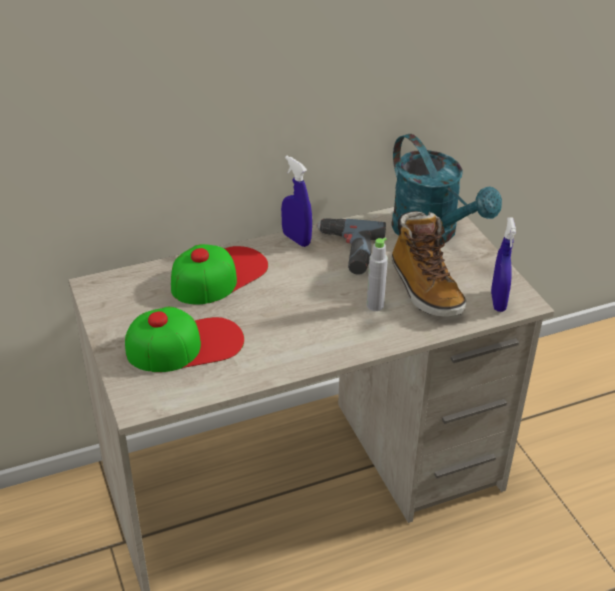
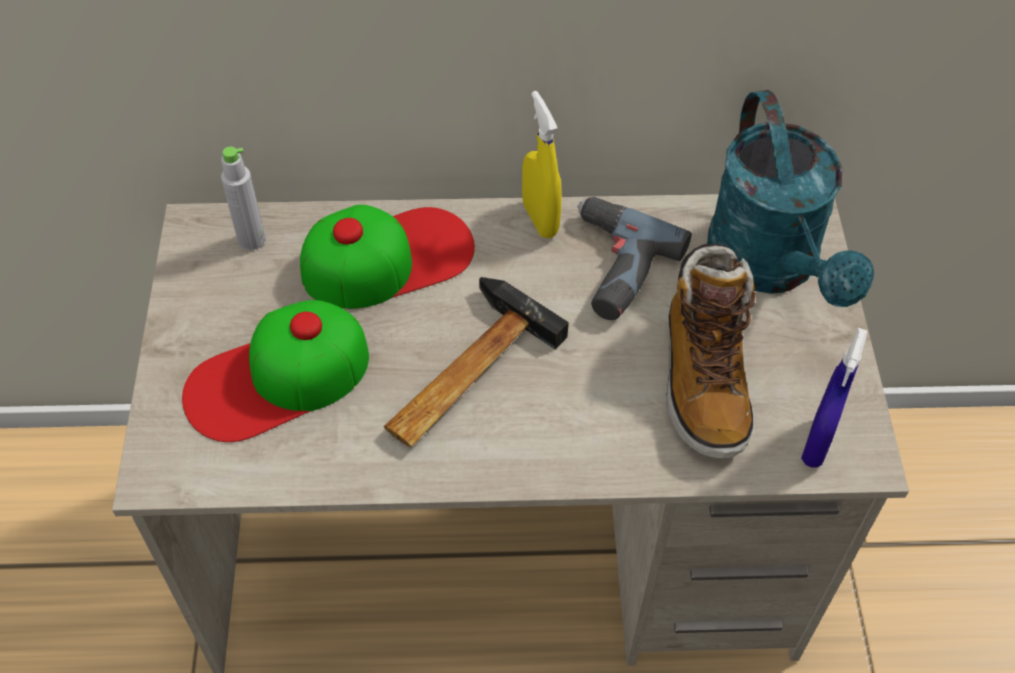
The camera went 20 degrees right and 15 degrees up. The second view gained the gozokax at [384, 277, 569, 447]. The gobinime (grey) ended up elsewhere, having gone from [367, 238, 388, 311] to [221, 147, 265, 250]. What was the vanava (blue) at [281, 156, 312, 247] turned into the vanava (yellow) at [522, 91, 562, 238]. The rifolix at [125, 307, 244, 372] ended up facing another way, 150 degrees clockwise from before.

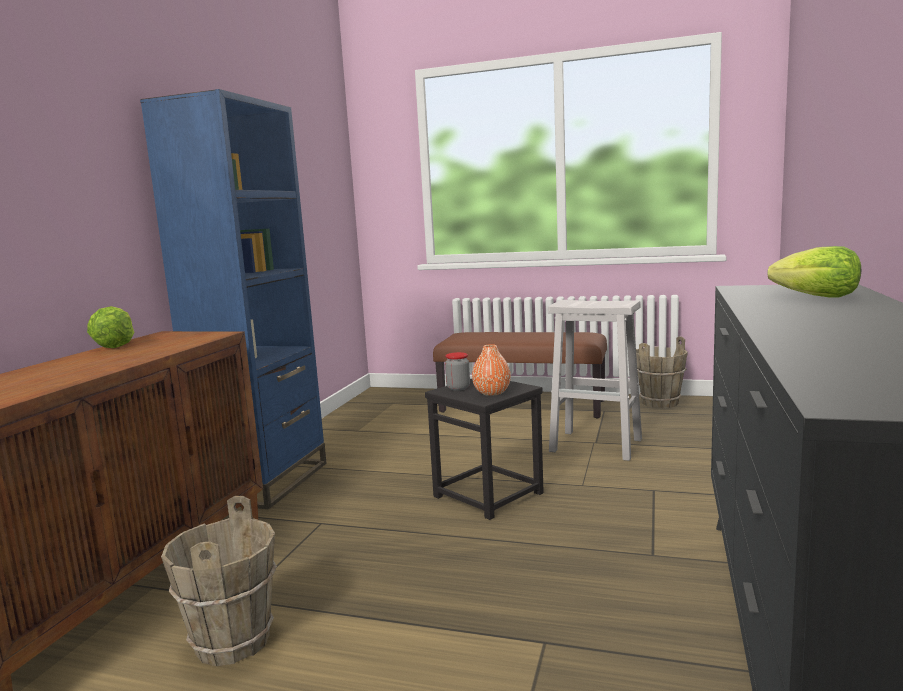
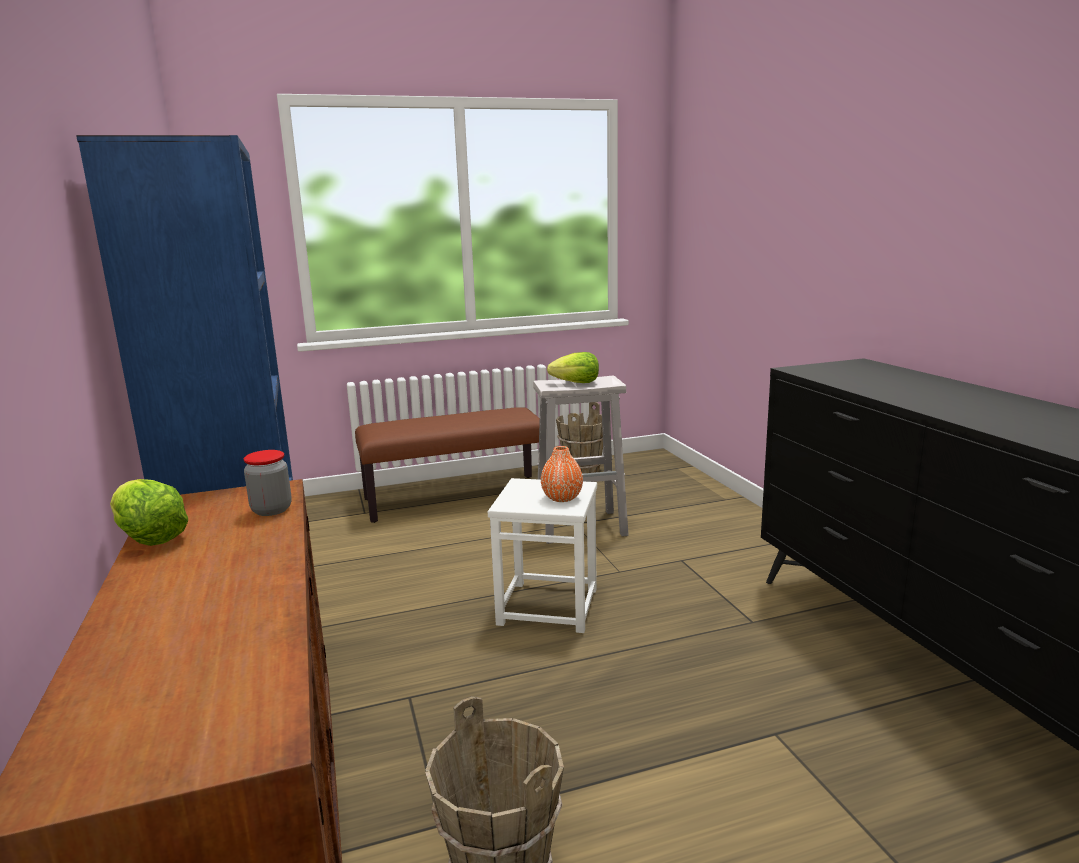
The camera went 35 degrees left and 5 degrees up. The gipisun ended up elsewhere, having gone from [445, 352, 470, 391] to [244, 450, 292, 516]. The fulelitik ended up elsewhere, having gone from [767, 246, 861, 298] to [547, 352, 599, 383]. What was the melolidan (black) at [425, 379, 544, 520] turned into the melolidan (white) at [488, 478, 597, 633].

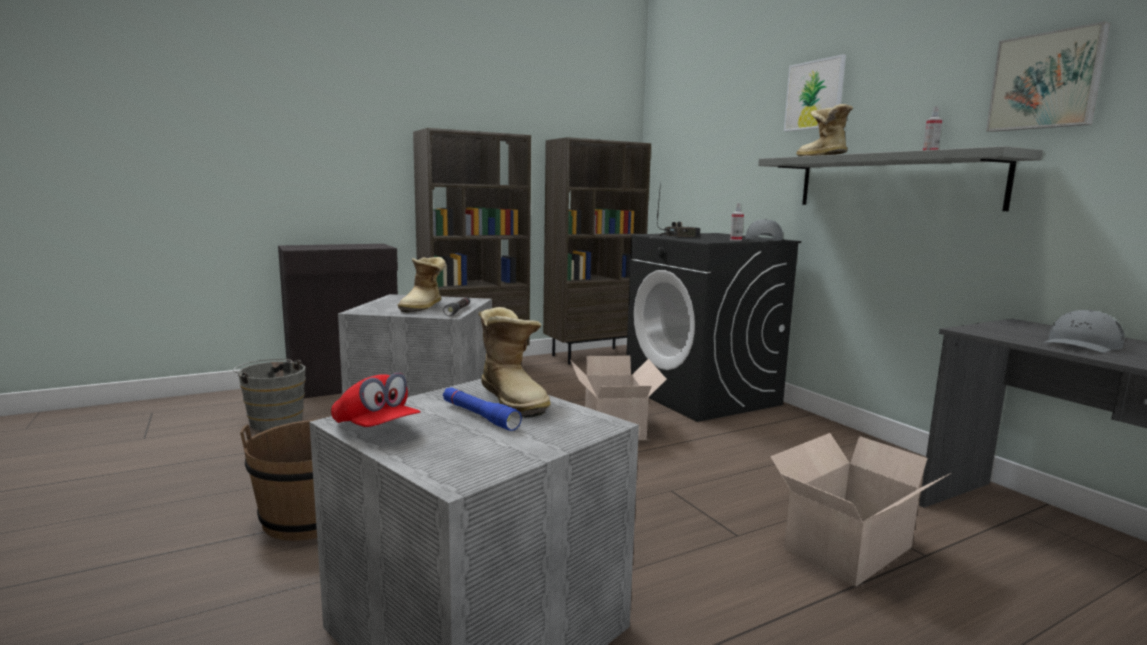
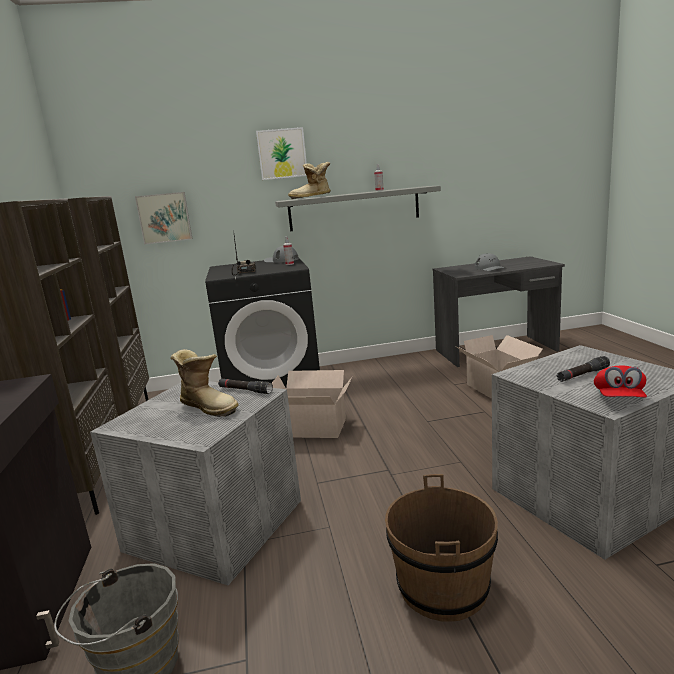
The camera went 70 degrees left and 5 degrees up. The second view lost the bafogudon at [478, 307, 551, 418]. The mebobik ended up elsewhere, having gone from [986, 21, 1110, 132] to [135, 192, 192, 244]. What was the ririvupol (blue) at [443, 387, 522, 431] turned into the ririvupol (black) at [557, 356, 610, 382]. The rifolix (red) at [331, 372, 421, 427] ended up facing another way, 135 degrees clockwise from before.

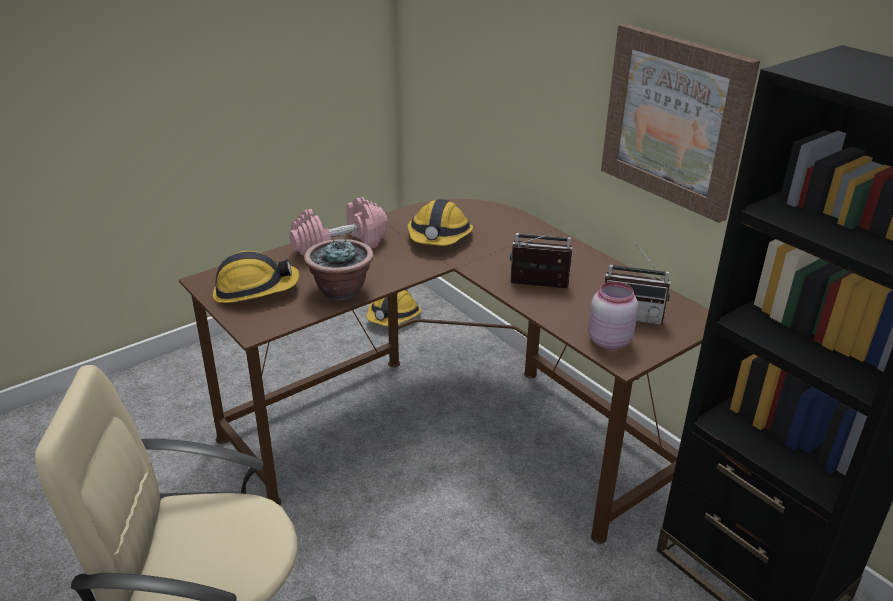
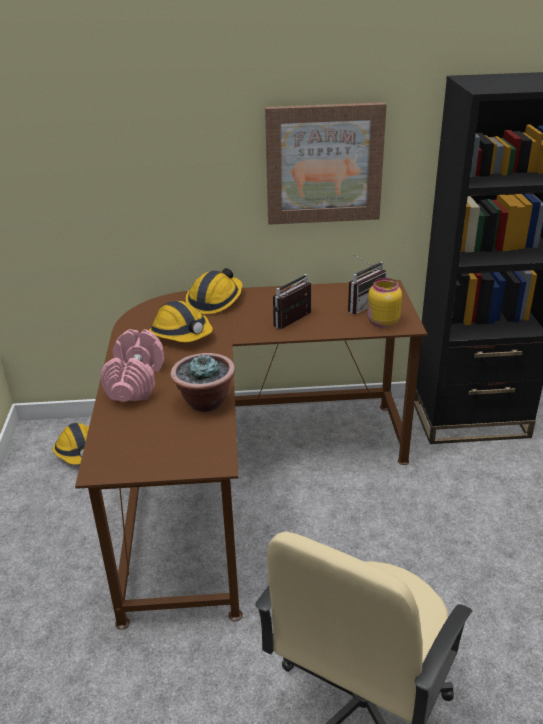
The camera went 55 degrees left and 0 degrees up. The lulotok ended up elsewhere, having gone from [213, 251, 299, 303] to [185, 268, 243, 314]. What was the gipisun (pink) at [588, 281, 638, 350] turned into the gipisun (yellow) at [367, 278, 402, 328].

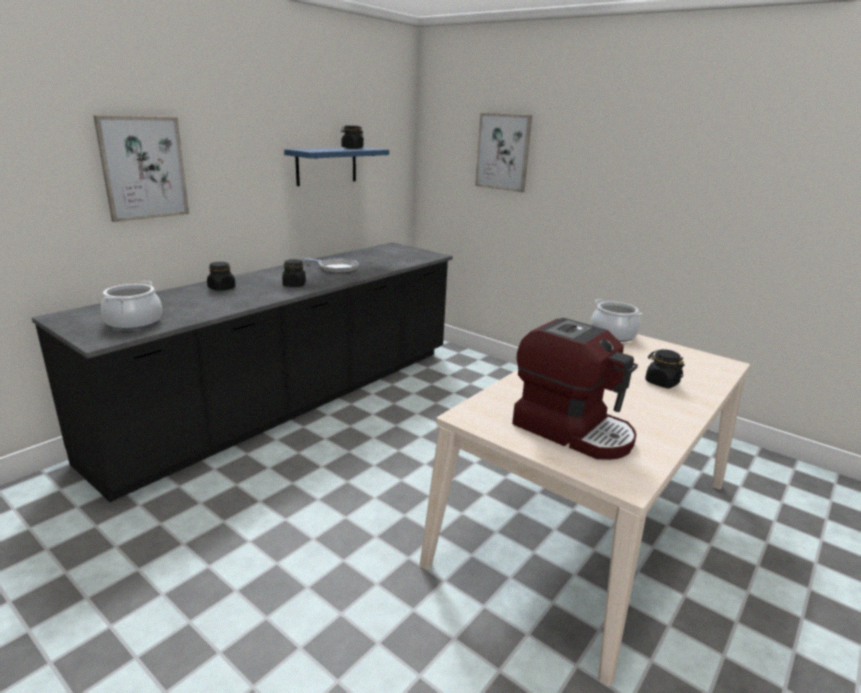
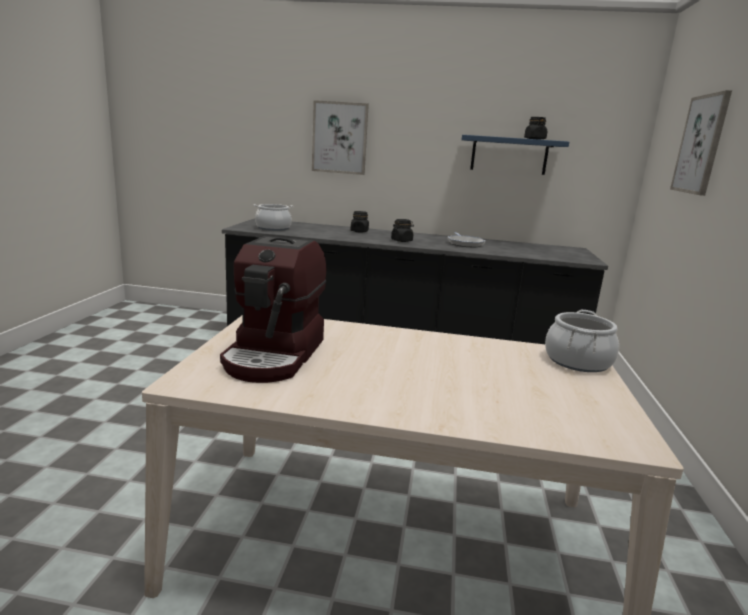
The camera went 60 degrees right and 5 degrees down. The second view lost the gipisun (black) at [645, 349, 685, 388].

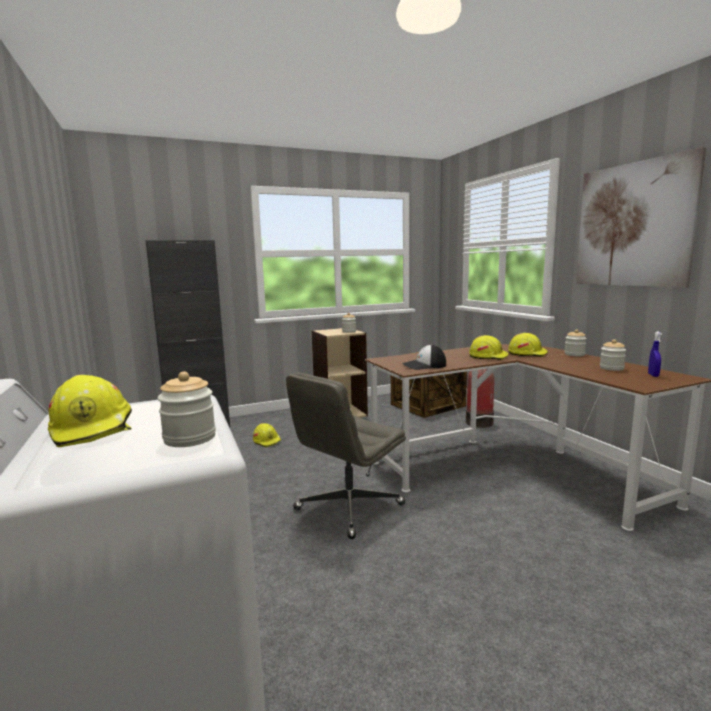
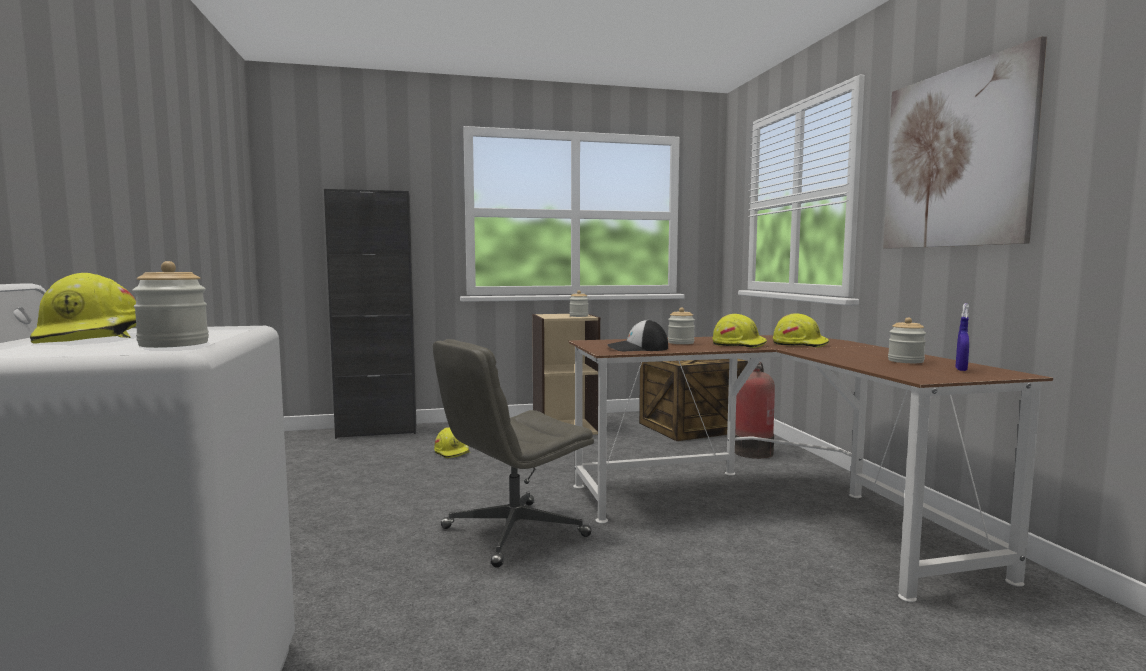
The camera went 10 degrees right and 5 degrees down. The gipisun ended up elsewhere, having gone from [565, 329, 587, 356] to [668, 307, 695, 344].

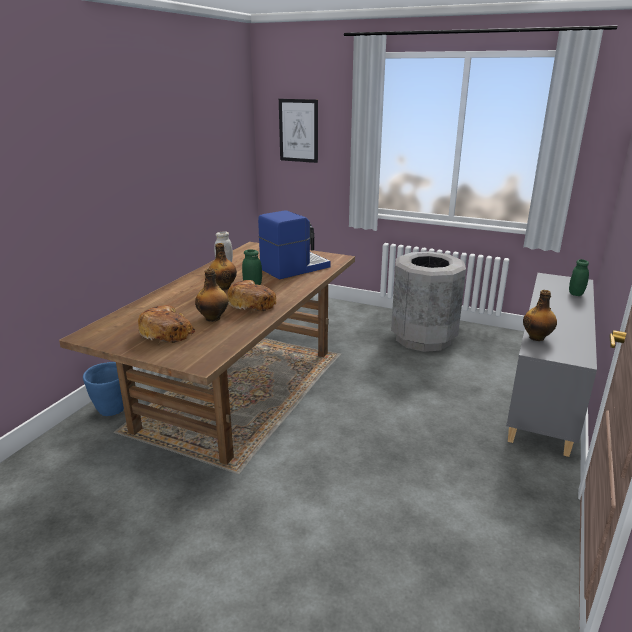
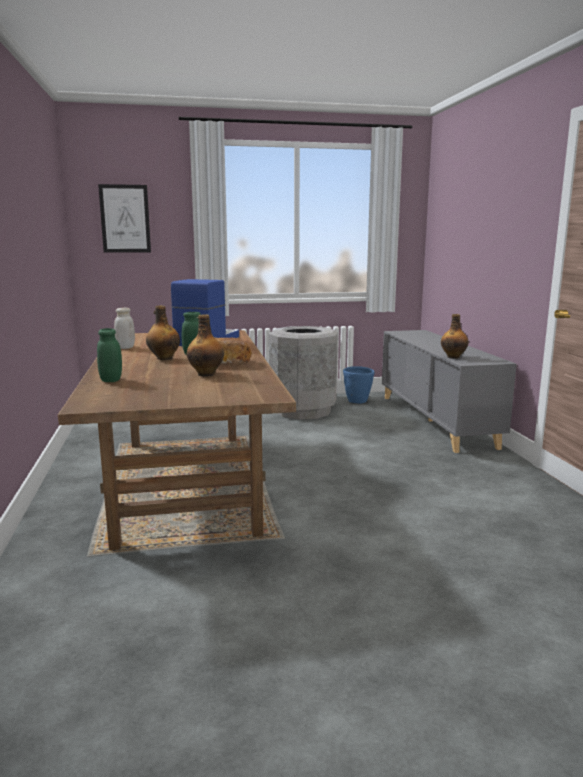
The camera went 35 degrees left and 10 degrees down. The second view lost the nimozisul at [138, 305, 195, 343]. The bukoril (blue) ended up elsewhere, having gone from [83, 362, 124, 416] to [343, 366, 374, 404]. The gipisun (green) ended up elsewhere, having gone from [569, 259, 589, 296] to [97, 328, 122, 382].

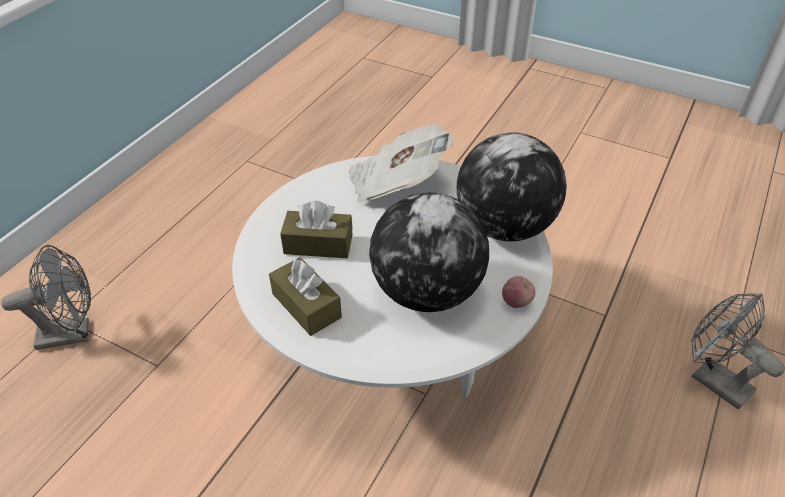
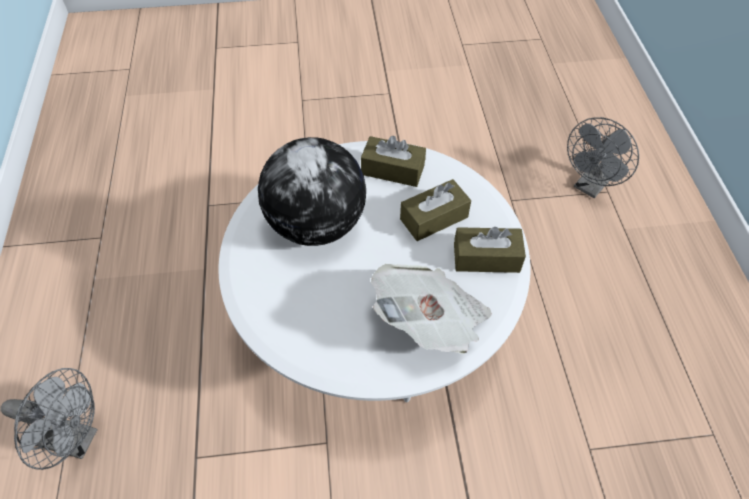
The camera went 145 degrees right and 10 degrees up. The second view lost the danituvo at [457, 132, 567, 242]. The second view lost the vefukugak at [502, 276, 535, 308]. The second view gained the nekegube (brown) at [454, 227, 526, 273].

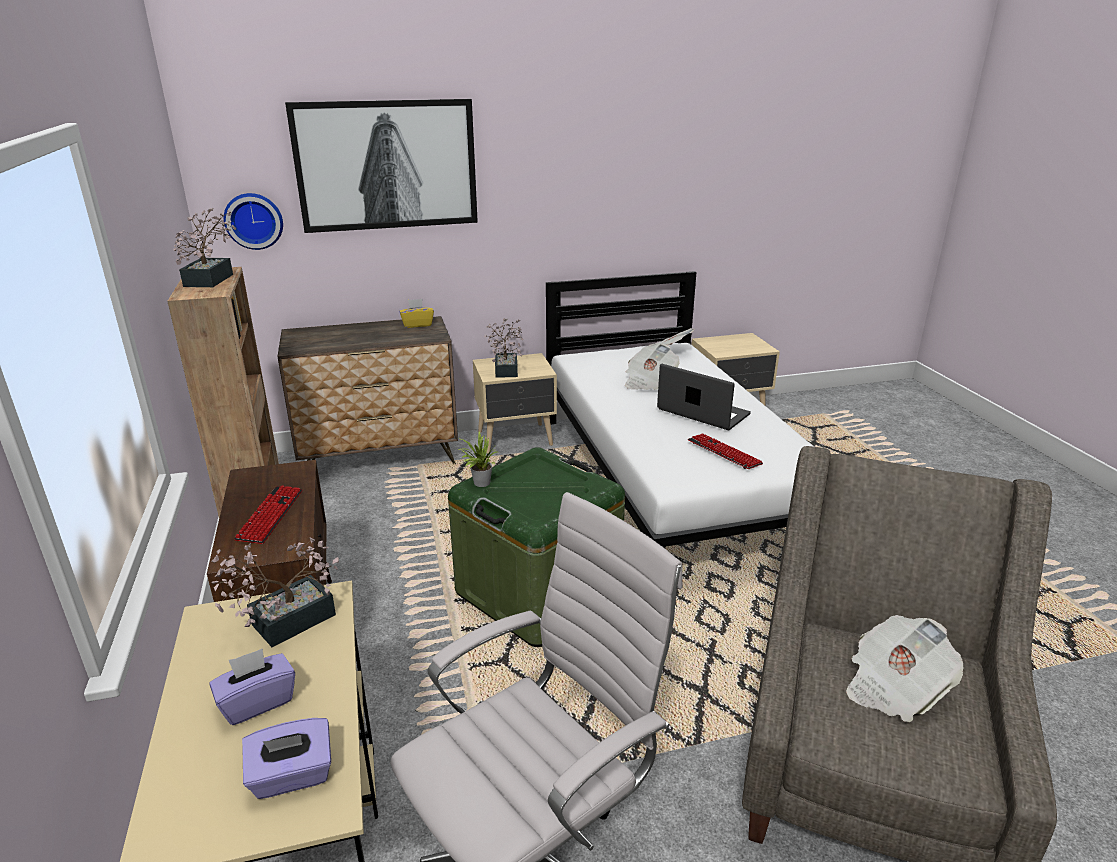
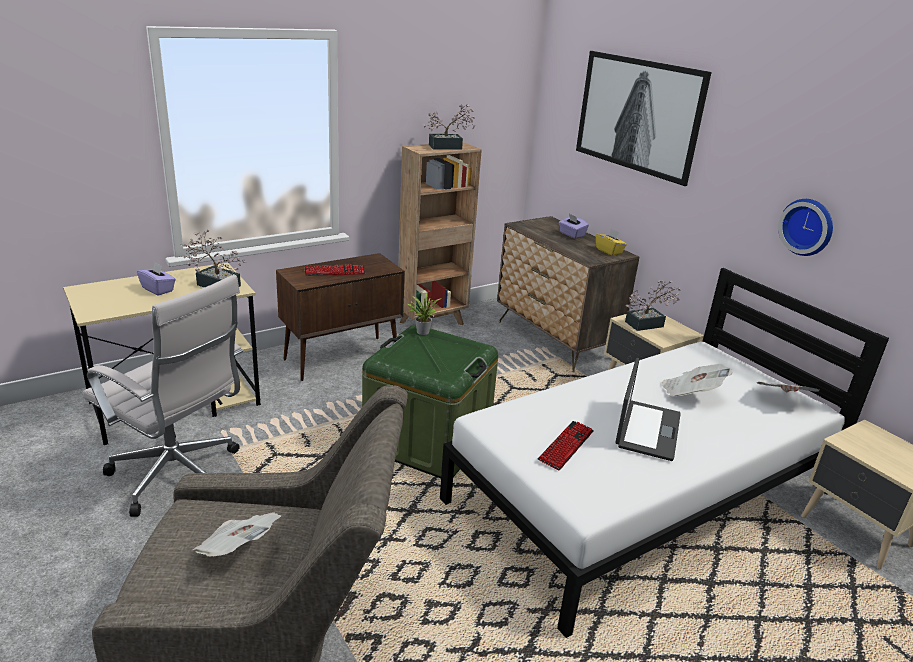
The camera went 70 degrees right and 0 degrees up. The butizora ended up elsewhere, having gone from [224, 193, 283, 250] to [778, 199, 833, 256]. The nekegube (purple) ended up elsewhere, having gone from [242, 718, 331, 799] to [559, 214, 589, 239].

